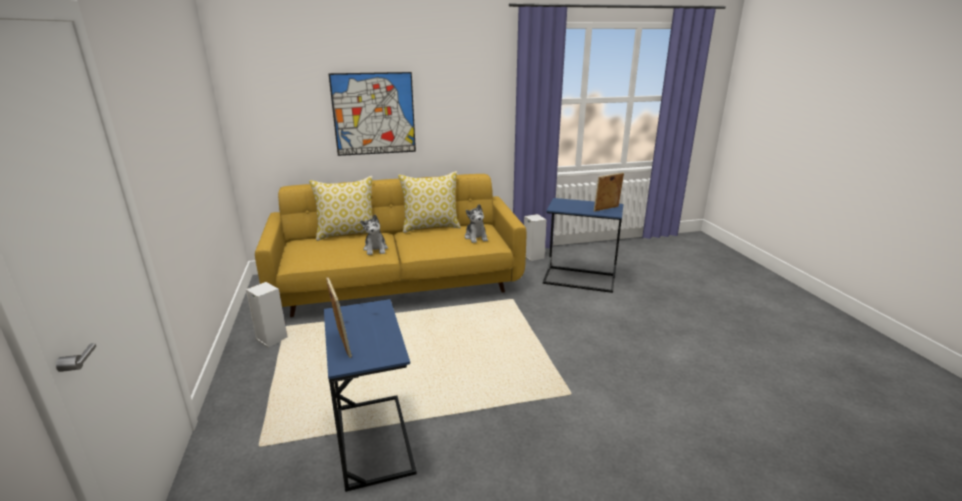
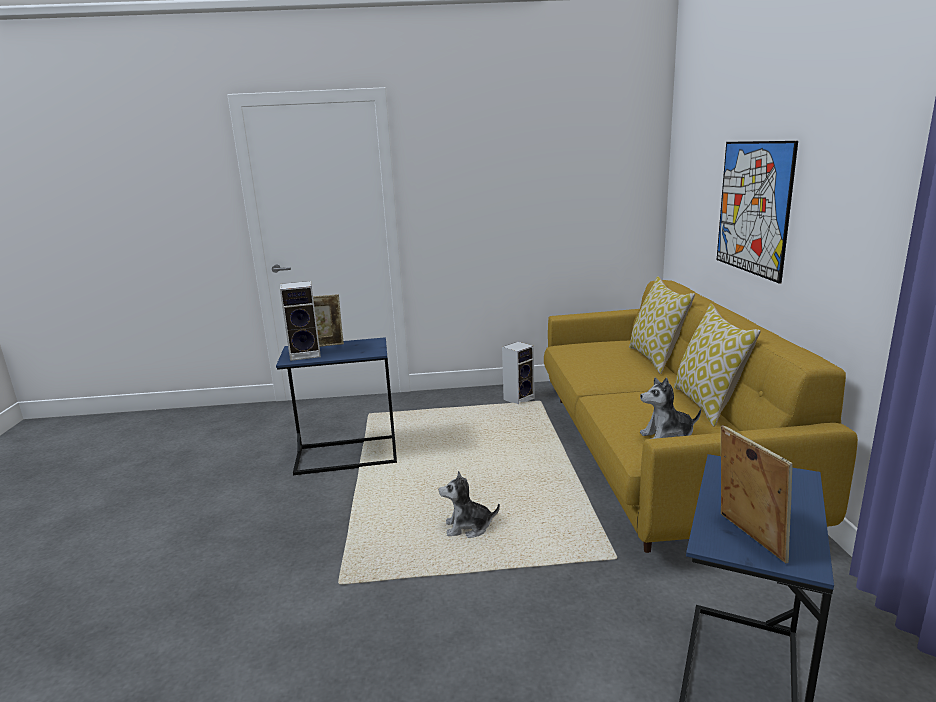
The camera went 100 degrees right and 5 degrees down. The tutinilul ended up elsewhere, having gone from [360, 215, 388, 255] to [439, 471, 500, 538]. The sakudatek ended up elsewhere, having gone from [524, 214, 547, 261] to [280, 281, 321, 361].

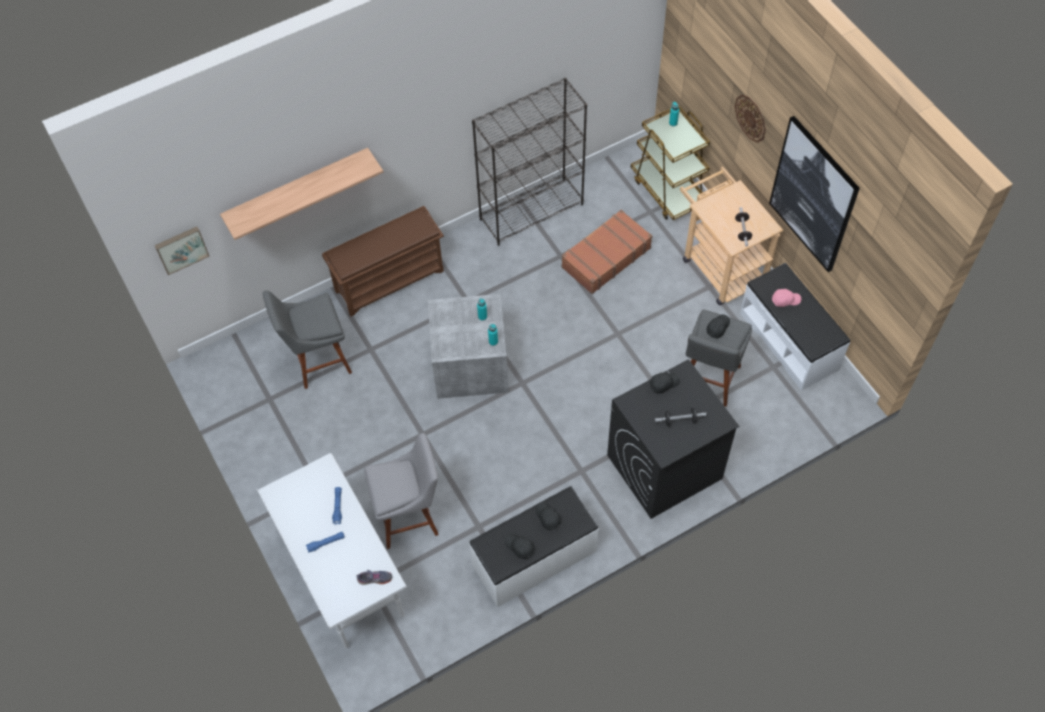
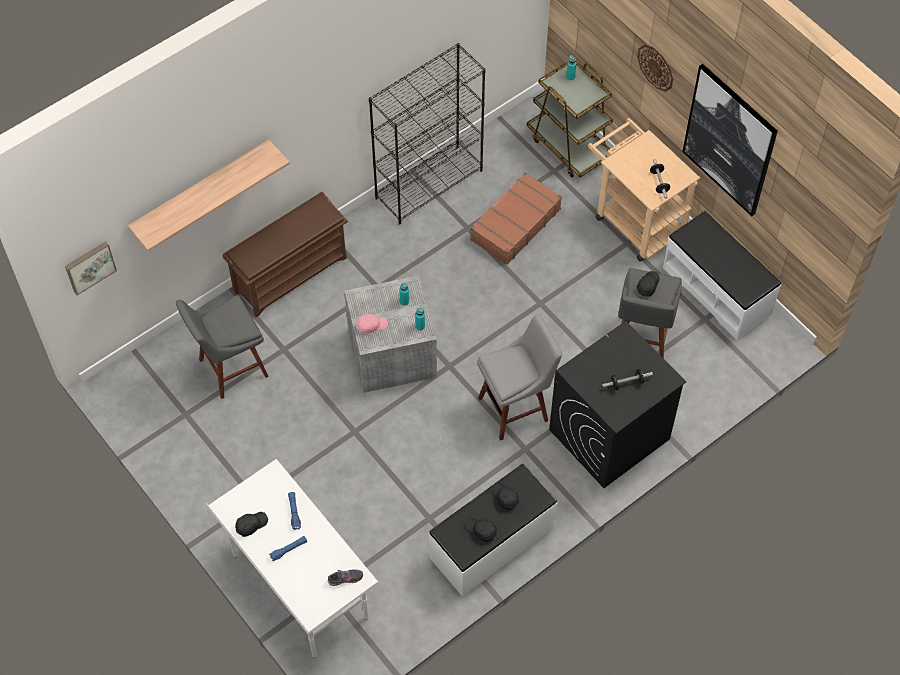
The camera went 10 degrees left and 0 degrees up. The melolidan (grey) ended up elsewhere, having gone from [364, 433, 439, 549] to [477, 314, 562, 441]. The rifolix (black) ended up elsewhere, having gone from [650, 373, 680, 394] to [235, 512, 268, 537]. The rifolix (pink) ended up elsewhere, having gone from [772, 289, 801, 307] to [357, 314, 388, 334].

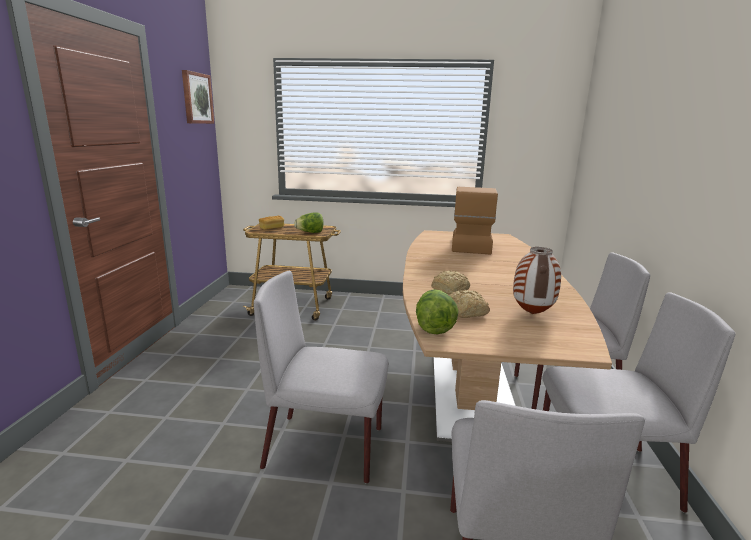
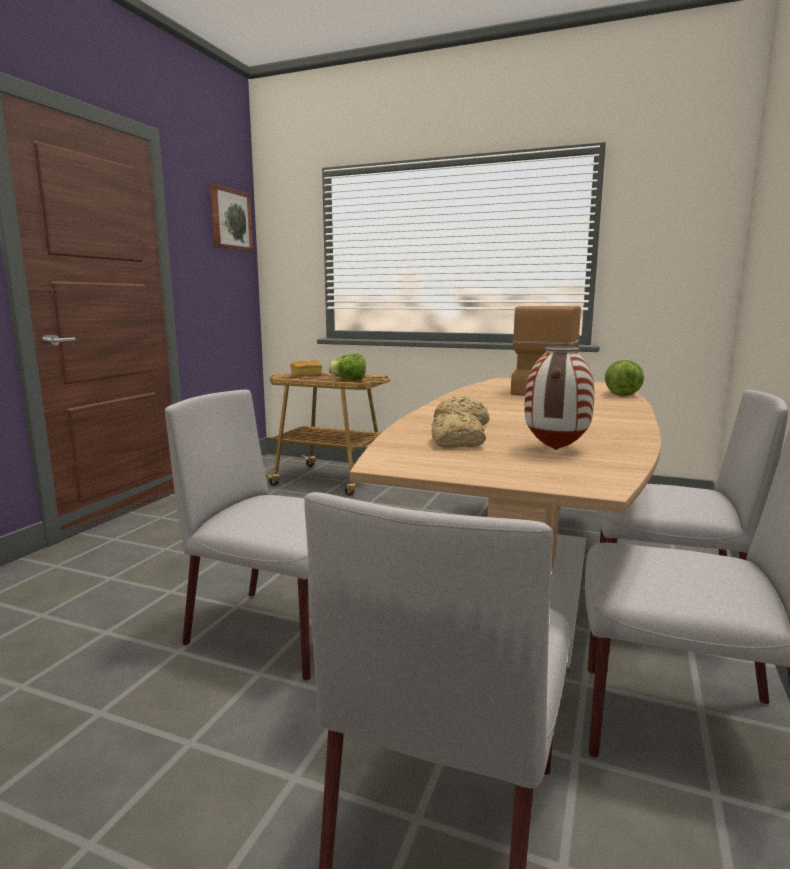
The camera went 15 degrees right and 5 degrees down. The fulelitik ended up elsewhere, having gone from [416, 289, 458, 335] to [605, 360, 644, 396].

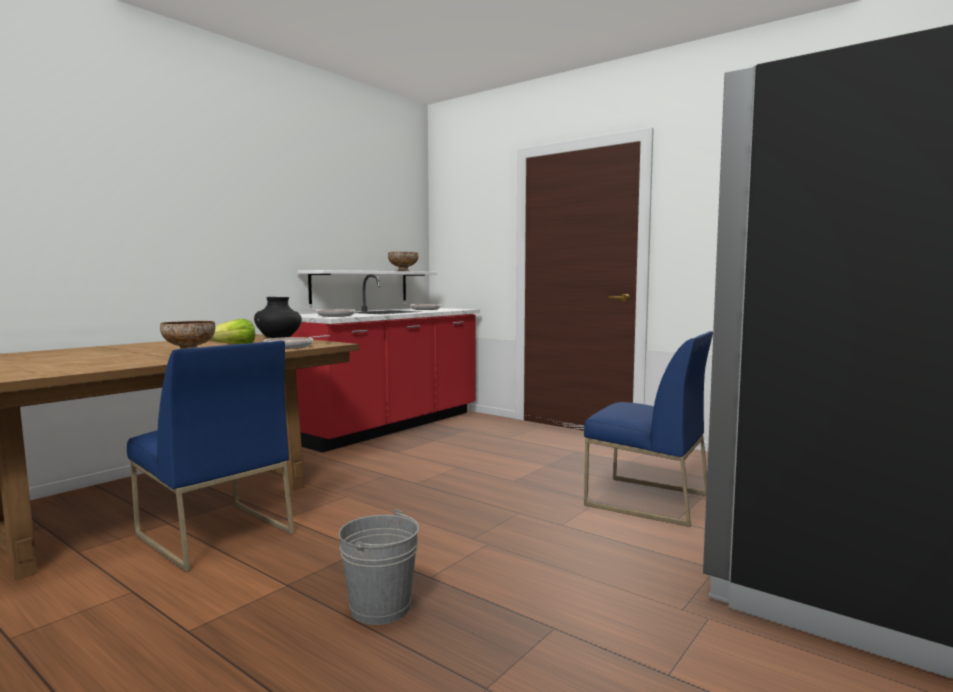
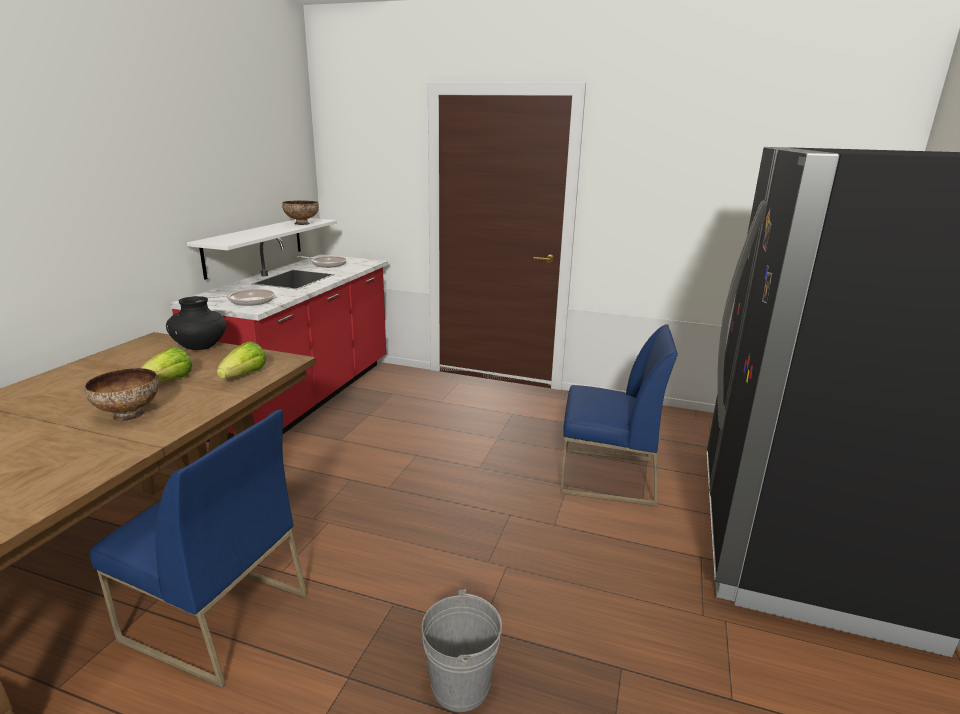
The camera went 20 degrees left and 15 degrees up. Where the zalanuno stood at [263, 335, 330, 349], the fulelitik came to stand at [217, 342, 267, 379].

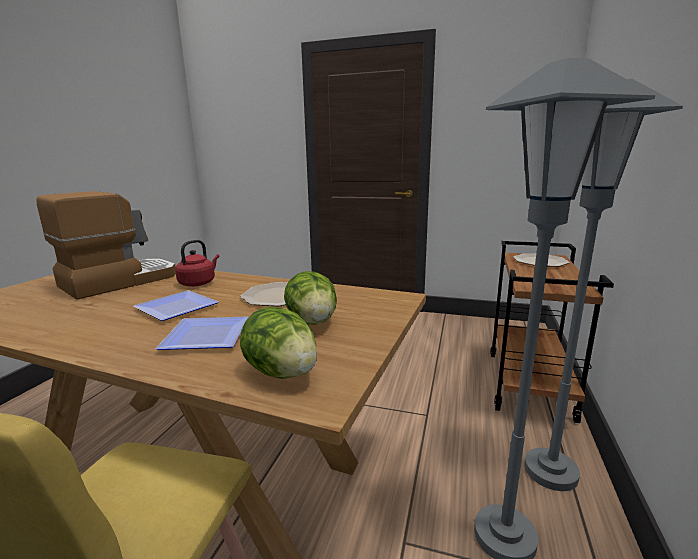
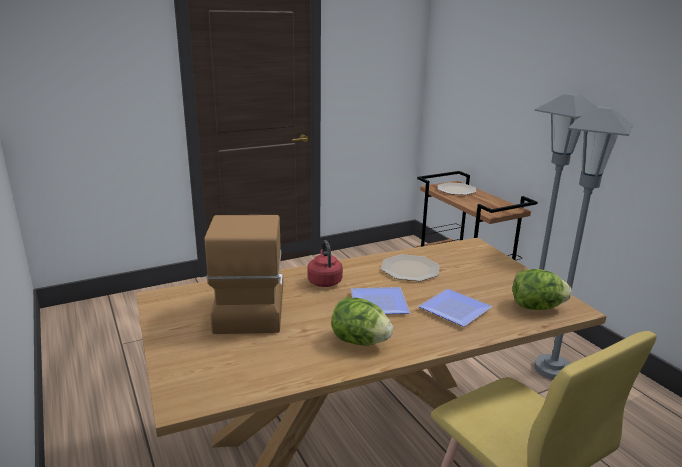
The camera went 45 degrees left and 5 degrees up. The fulelitik ended up elsewhere, having gone from [284, 271, 337, 325] to [331, 297, 393, 346].

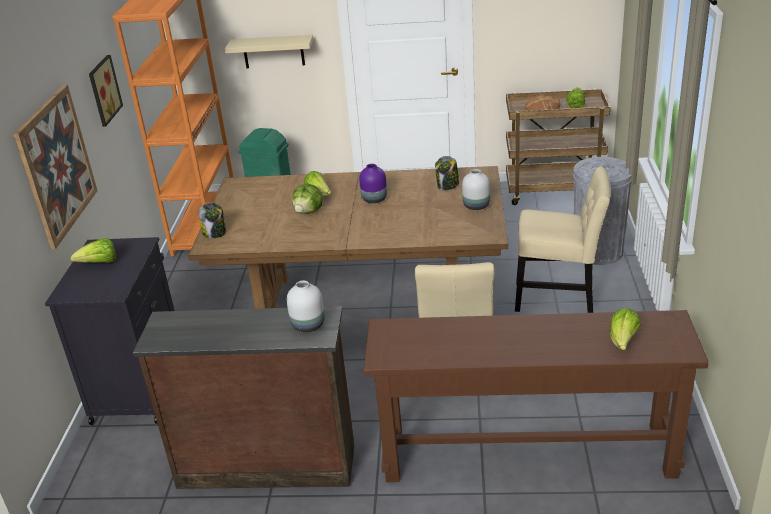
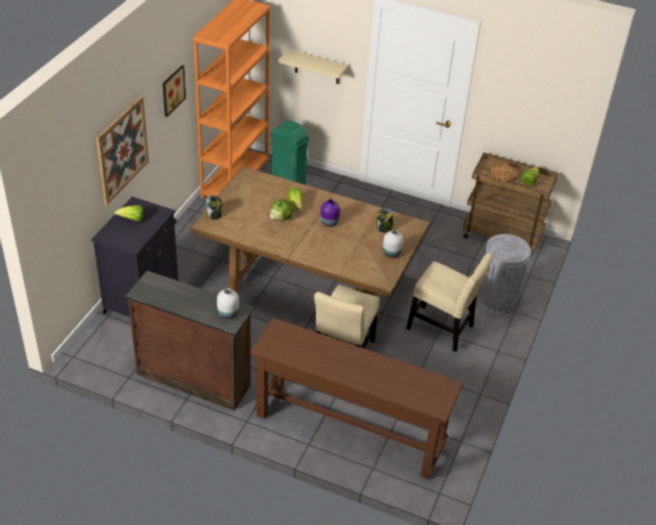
The camera went 15 degrees right and 10 degrees up. The second view lost the fulelitik at [610, 308, 641, 350].

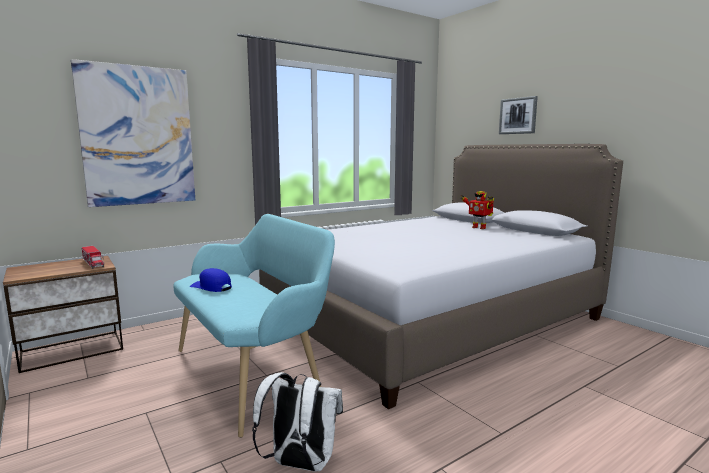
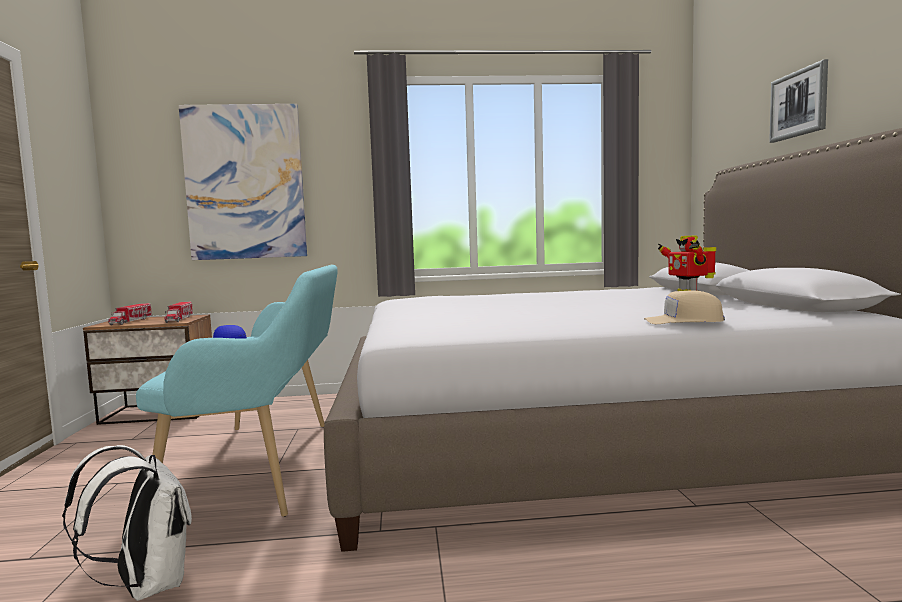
The camera went 30 degrees right and 5 degrees down. The second view gained the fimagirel at [108, 303, 152, 325]. The second view gained the rifolix (beige) at [644, 291, 725, 324].

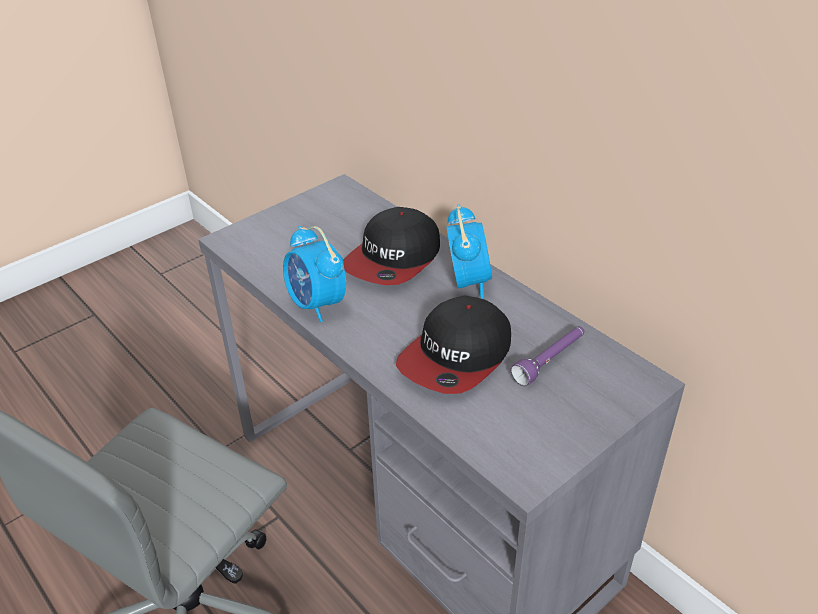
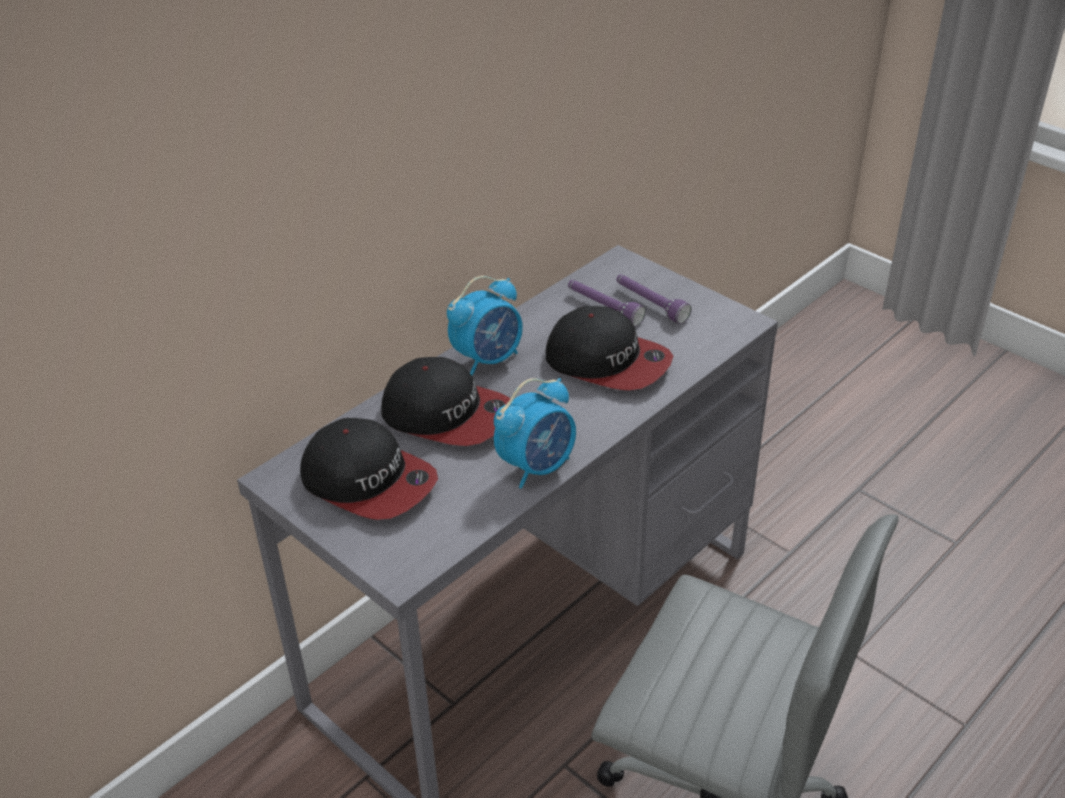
The camera went 95 degrees left and 0 degrees up. The second view gained the rifolix at [300, 418, 438, 520]. The second view gained the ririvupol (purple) at [617, 274, 692, 324]. The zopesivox at [446, 204, 492, 299] ended up facing another way, 150 degrees clockwise from before.

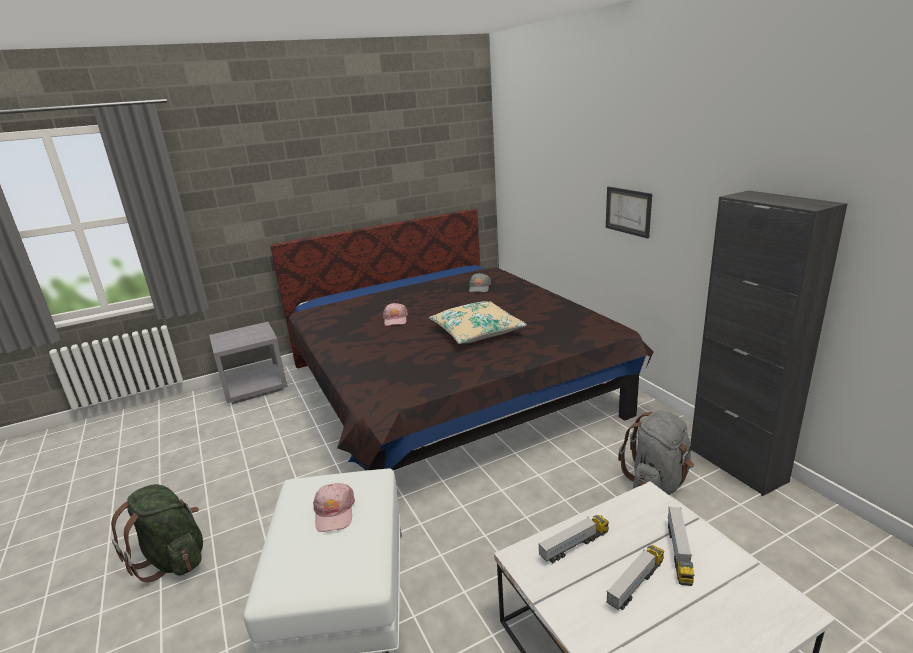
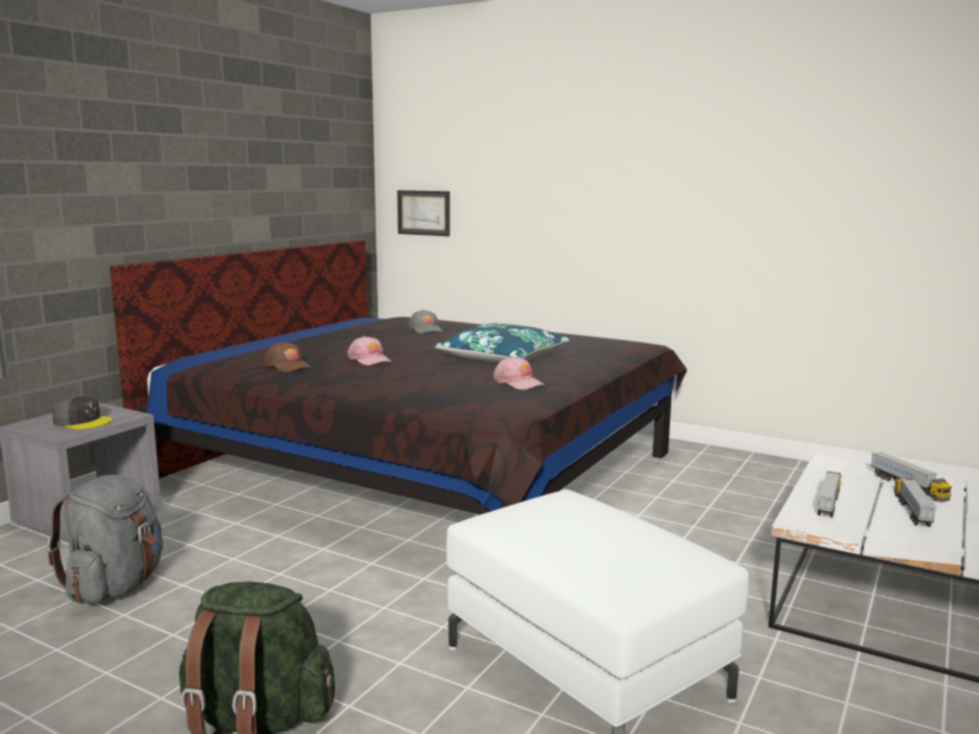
The camera went 35 degrees left and 10 degrees down. The second view lost the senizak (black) at [690, 190, 847, 496]. The second view gained the rifolix (grey) at [53, 395, 112, 429]. The second view gained the rifolix (brown) at [264, 342, 312, 372]. The rifolix (pink) ended up elsewhere, having gone from [313, 483, 355, 532] to [493, 356, 545, 390]. The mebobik ended up elsewhere, having gone from [606, 187, 652, 239] to [397, 190, 450, 236]. The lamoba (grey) ended up elsewhere, having gone from [618, 410, 694, 495] to [47, 475, 163, 604]. What was the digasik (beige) at [429, 301, 527, 344] turned into the digasik (blue) at [433, 323, 570, 363].

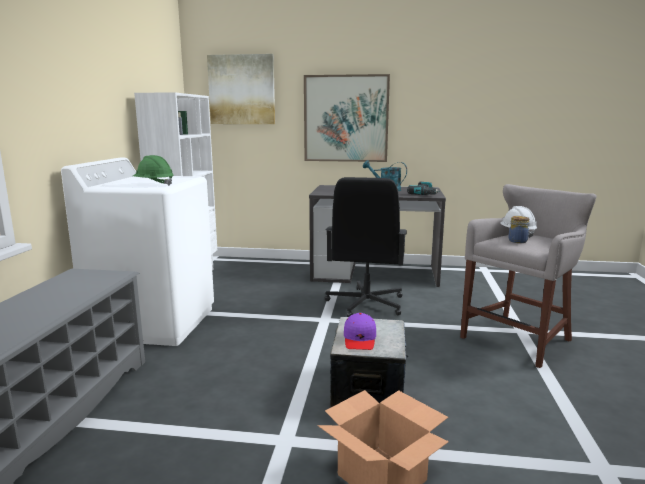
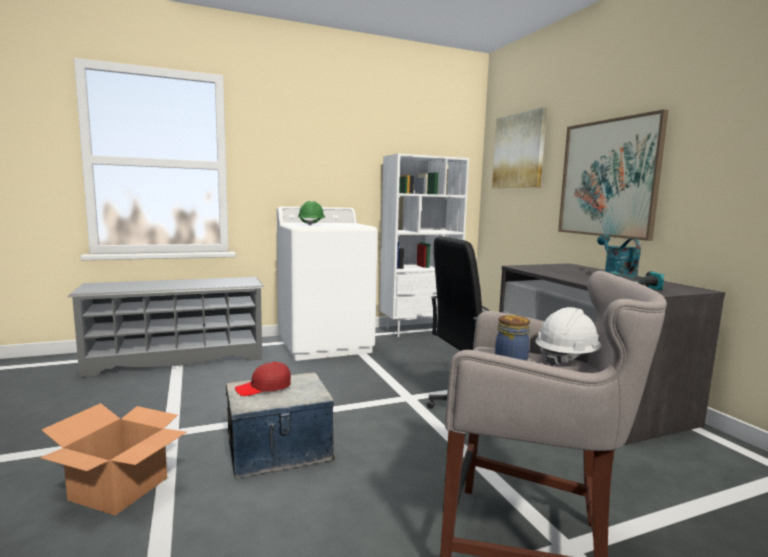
The camera went 60 degrees right and 5 degrees down. What was the rifolix (purple) at [344, 313, 376, 350] turned into the rifolix (red) at [235, 362, 291, 396].

